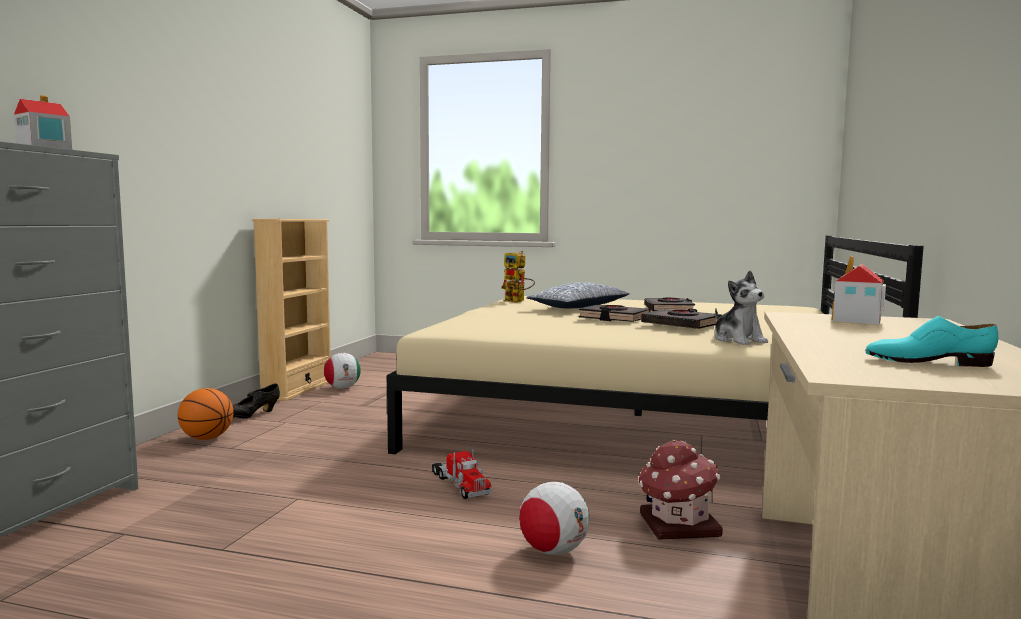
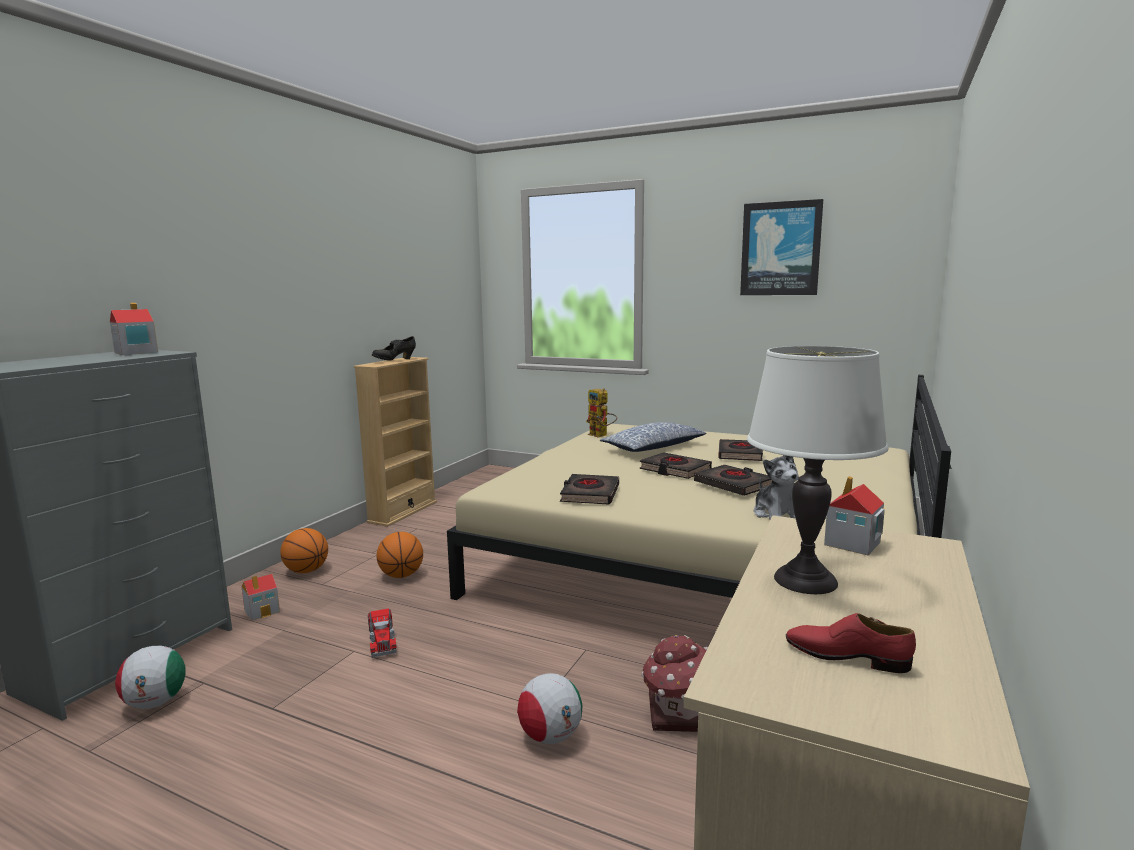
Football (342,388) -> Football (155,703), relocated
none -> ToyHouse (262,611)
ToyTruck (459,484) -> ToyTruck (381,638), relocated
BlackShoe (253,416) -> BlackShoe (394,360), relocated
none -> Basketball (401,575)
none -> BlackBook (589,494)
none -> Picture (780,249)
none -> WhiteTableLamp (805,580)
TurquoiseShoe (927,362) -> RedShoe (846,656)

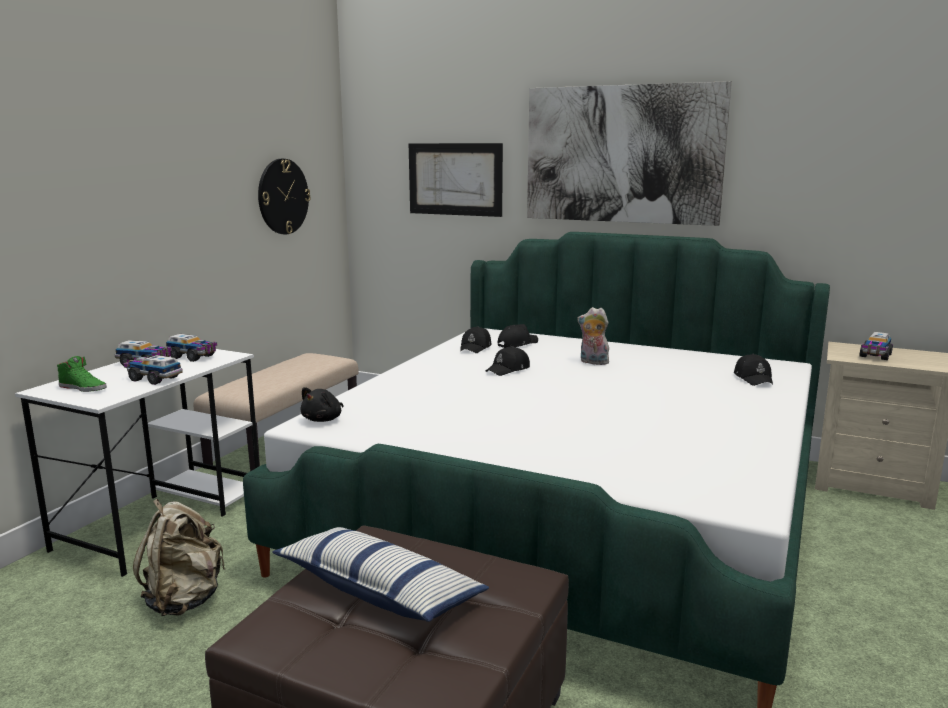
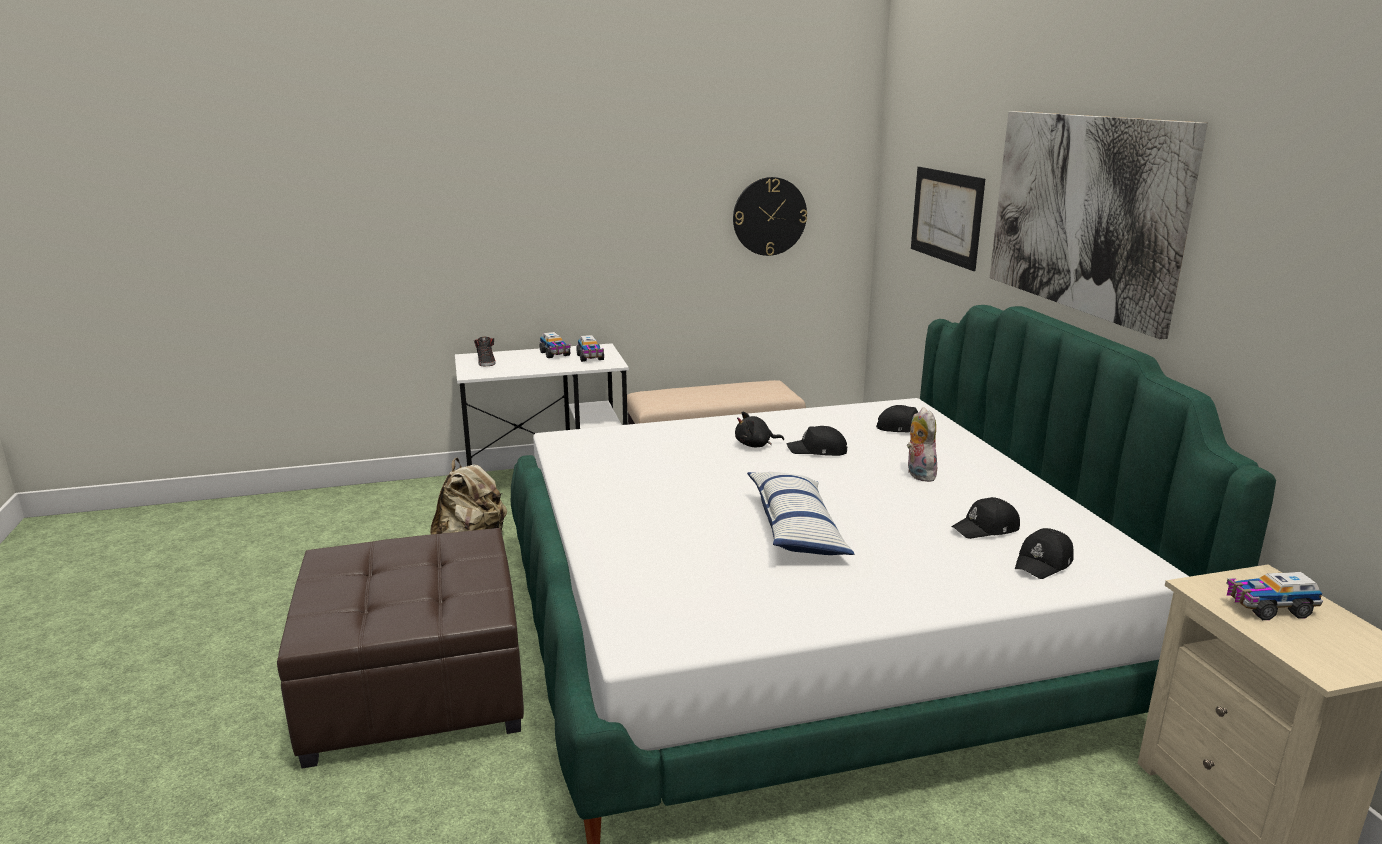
GreenShoe (83,388) -> BlackShoe (486,362)
BlackPlushToy (323,419) -> BlackPlushToy (755,445), relocated
Pillow (380,591) -> Pillow (796,528), relocated
BlackCap (476,348) -> BlackCap (986,529), relocated
ToyTruck (153,378) -> none

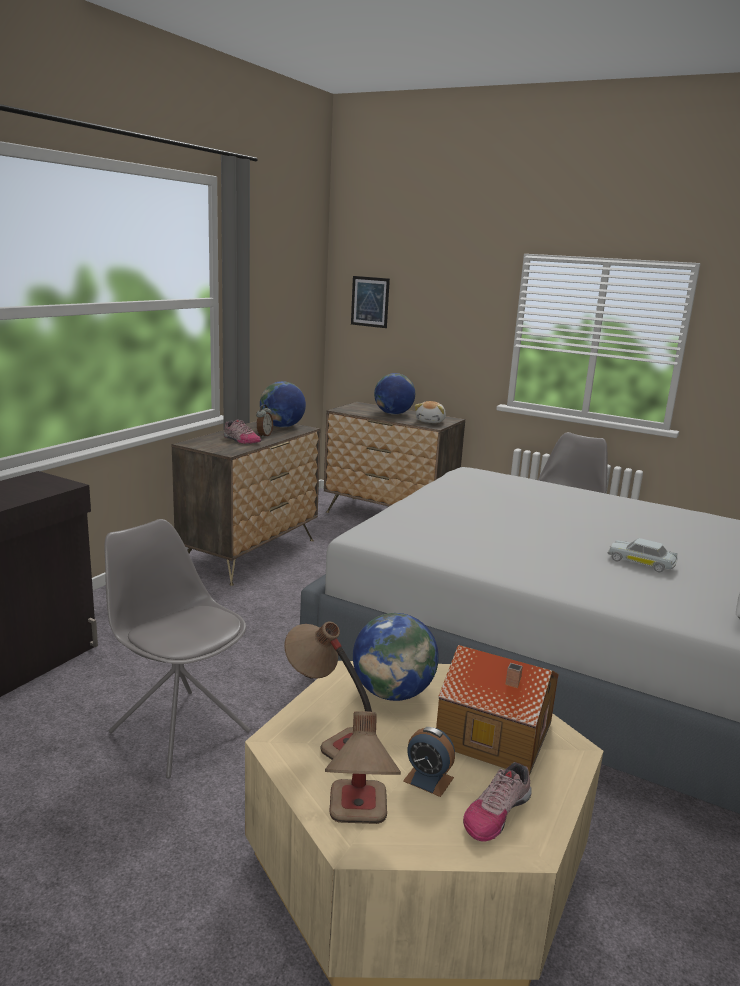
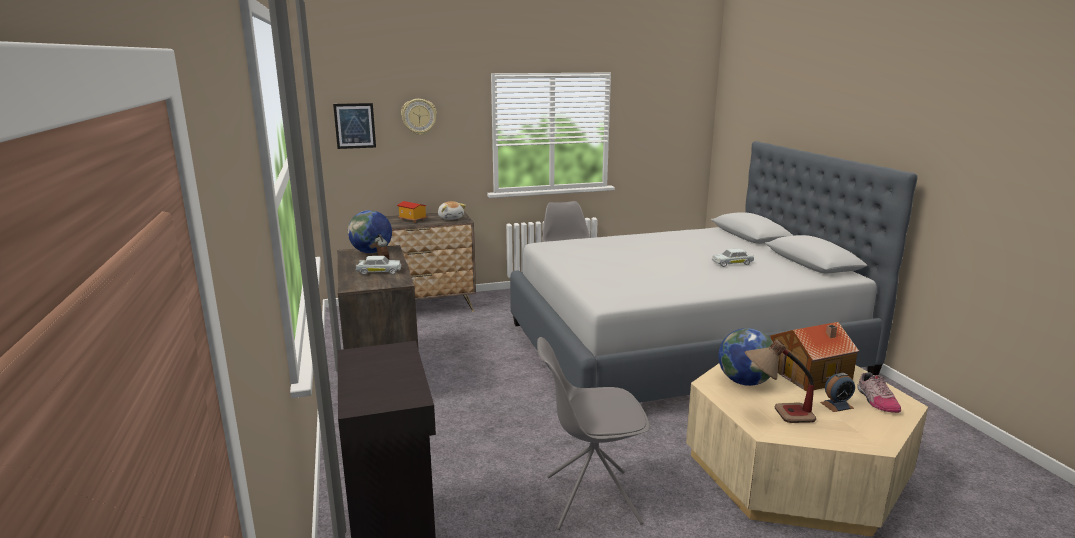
Shoe (241,440) -> WhiteToyCar (379,272)
Globe (393,414) -> ToyHouse (412,220)
none -> WallClock (419,116)
TableLamp (358,829) -> none

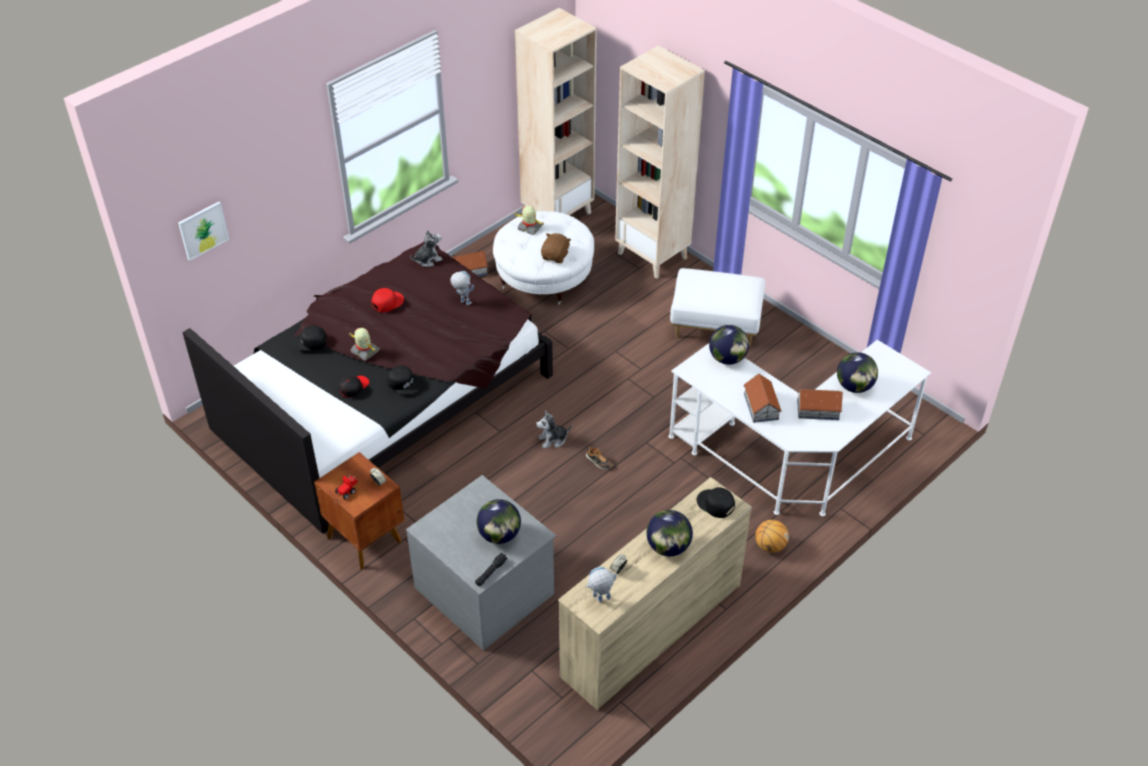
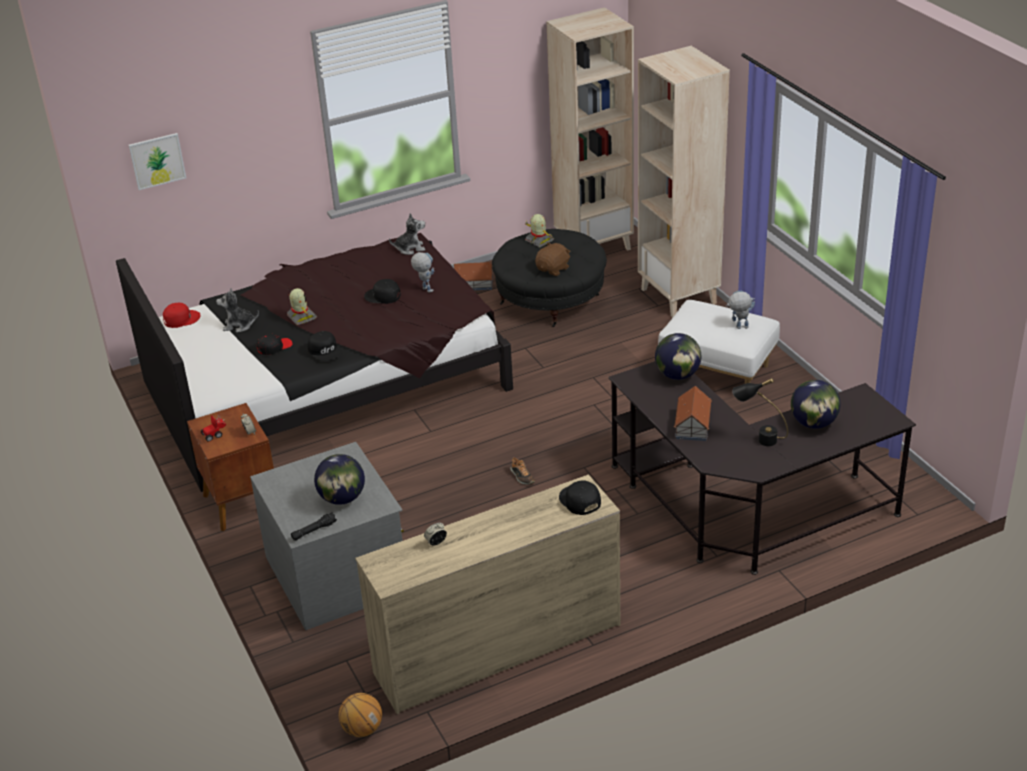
RedCap (387,302) -> RedCap (181,319), relocated
PlushToy (553,439) -> PlushToy (239,325), relocated
Basketball (770,546) -> Basketball (362,729), relocated
BlackCap (310,342) -> BlackCap (382,296), relocated
WhiteOttoman (544,277) -> BlackOttoman (550,299)
WhiteDesk (792,458) -> BlackDesk (745,510)
ToyRobot (600,601) -> ToyRobot (738,328), relocated
ToyHouse (818,409) -> BlackTableLamp (758,439)
Globe (668,547) -> none

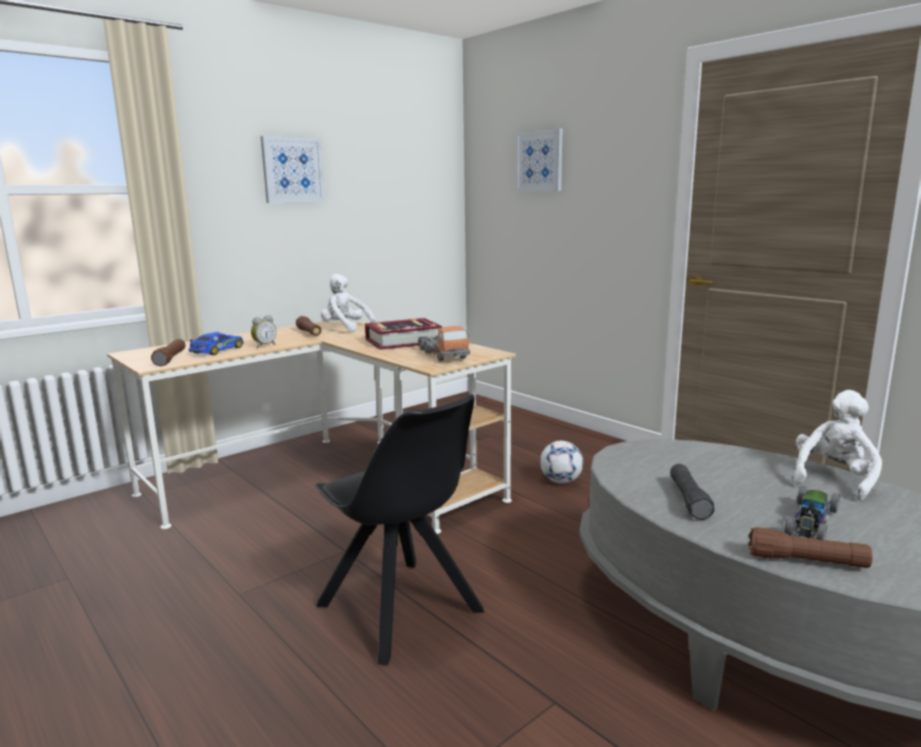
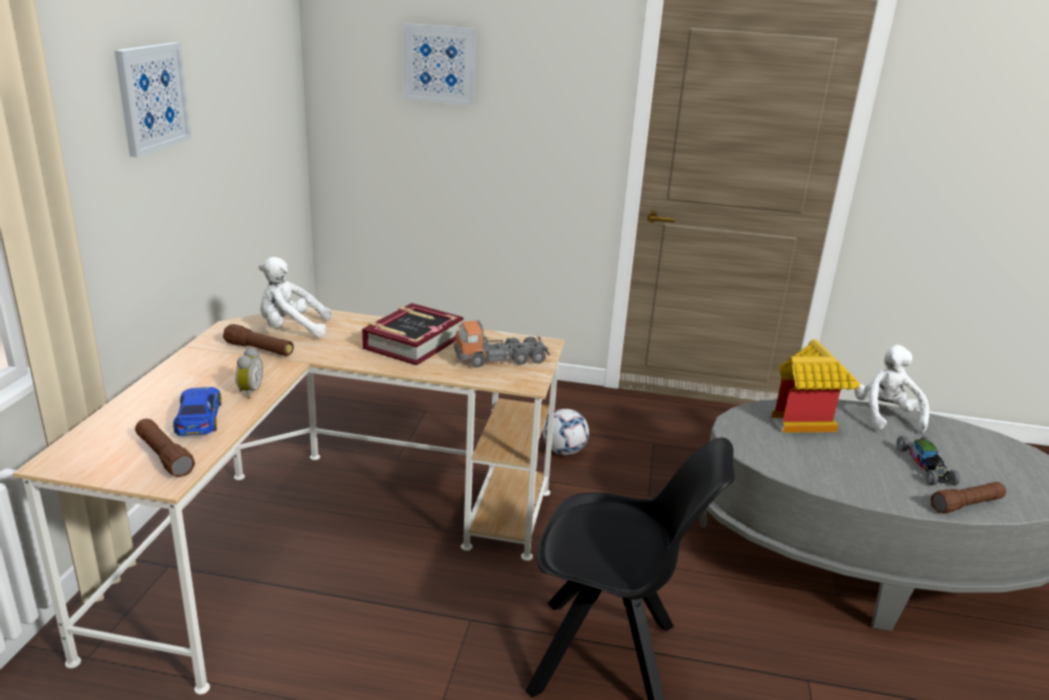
ToyTruck (443,355) -> ToyTruck (501,359), 135 degrees clockwise
none -> ToyHouse (806,422)
BlackFlashlight (688,500) -> none

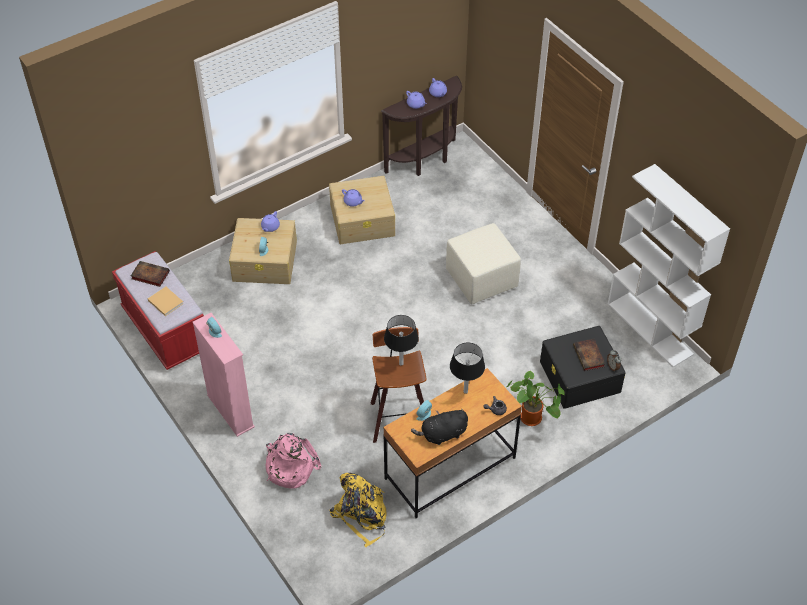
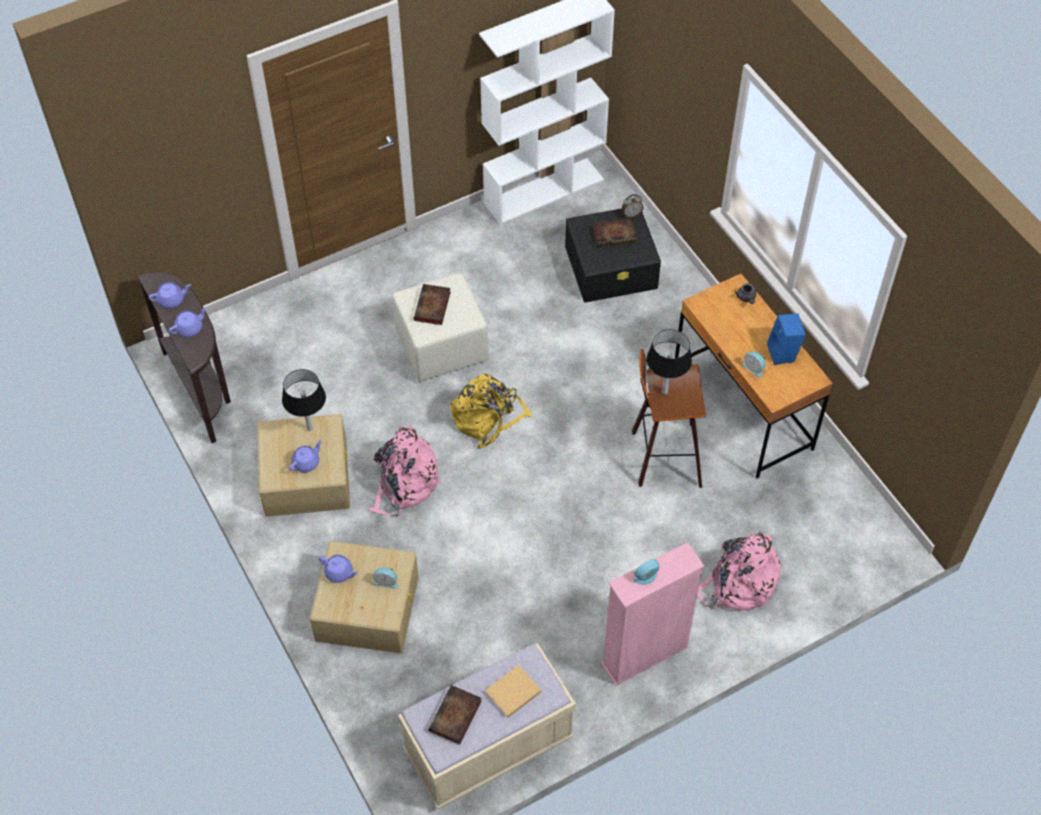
BlackTableLamp (465,392) -> BlackTableLamp (309,428), relocated
none -> PinkBackpack (404,484)
RedBench (165,330) -> BeigeBench (488,746)
none -> Book (432,307)
YellowBackpack (362,515) -> YellowBackpack (488,418), relocated
BlackPlushToy (442,434) -> BlueSpeaker (783,353)
PottedPlant (533,418) -> none

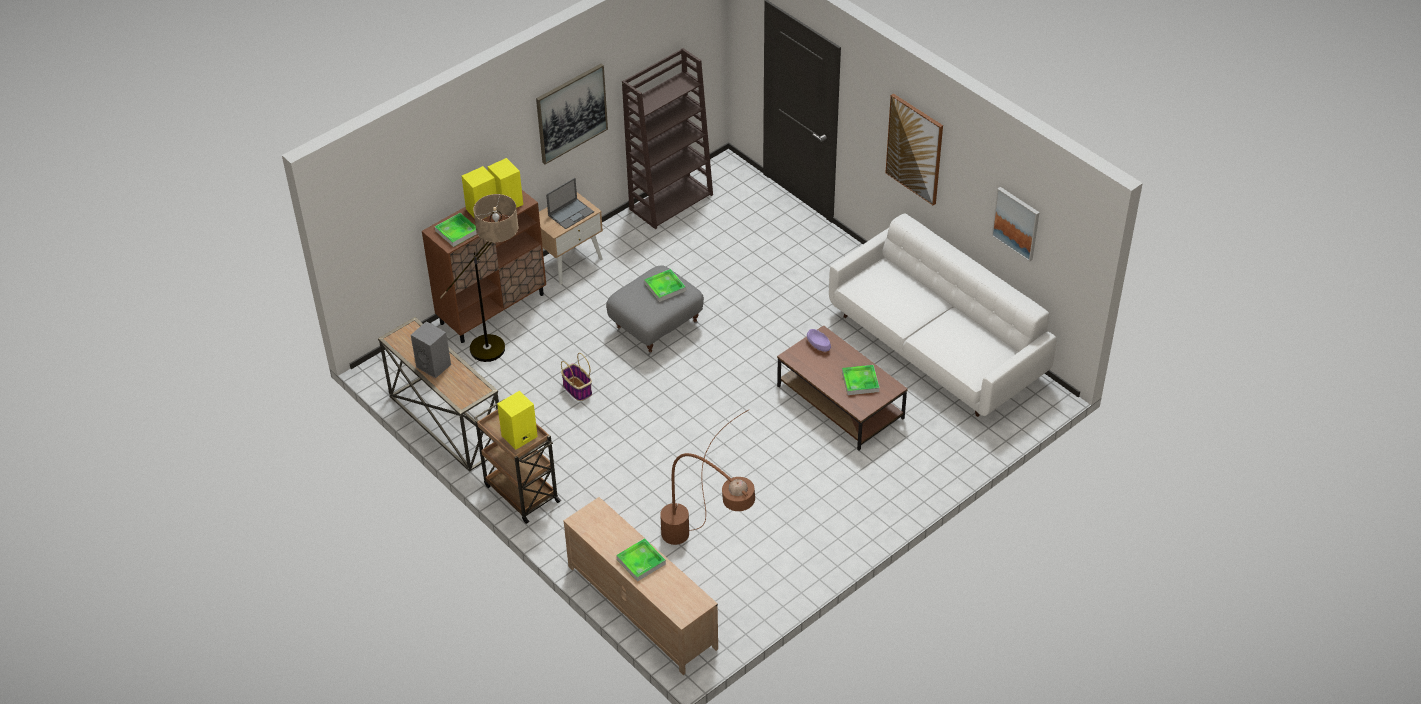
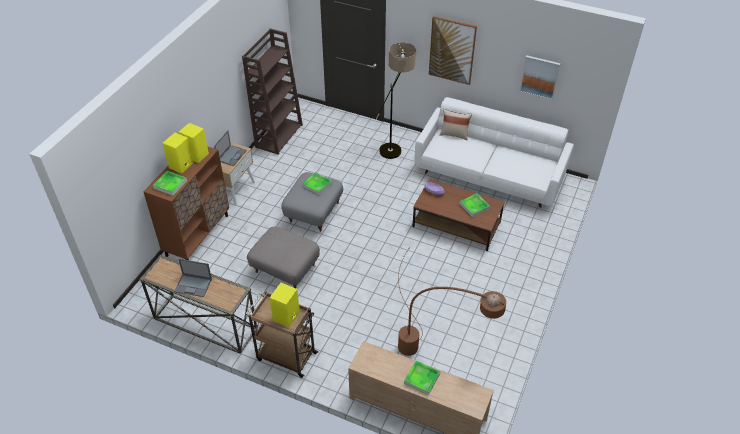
GreySpeaker (434,366) -> Laptop (193,285)
Basket (577,389) -> GreyOttoman (284,270)
FloorLamp (500,343) -> FloorLamp (395,146), relocated
none -> BeigePillow (454,134)
Picture (571,113) -> none

